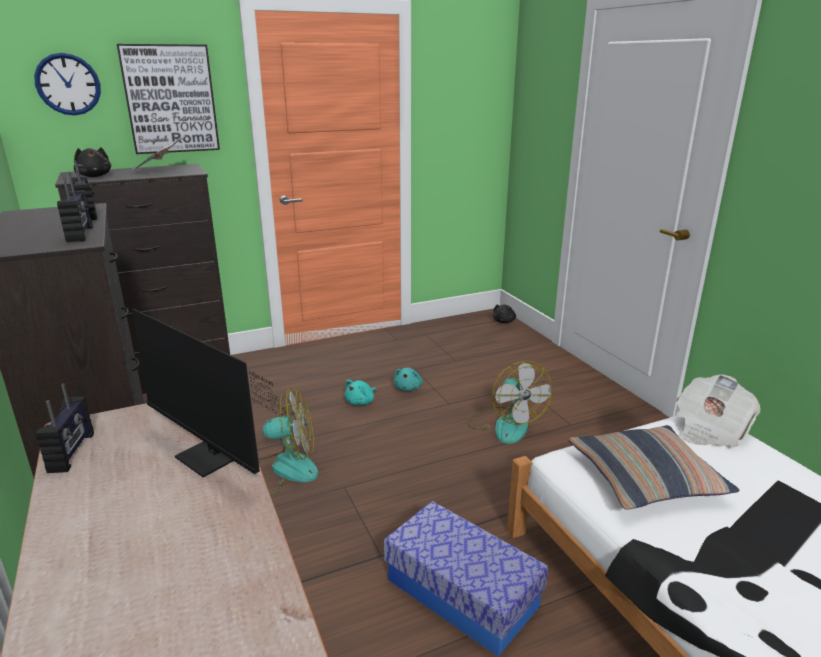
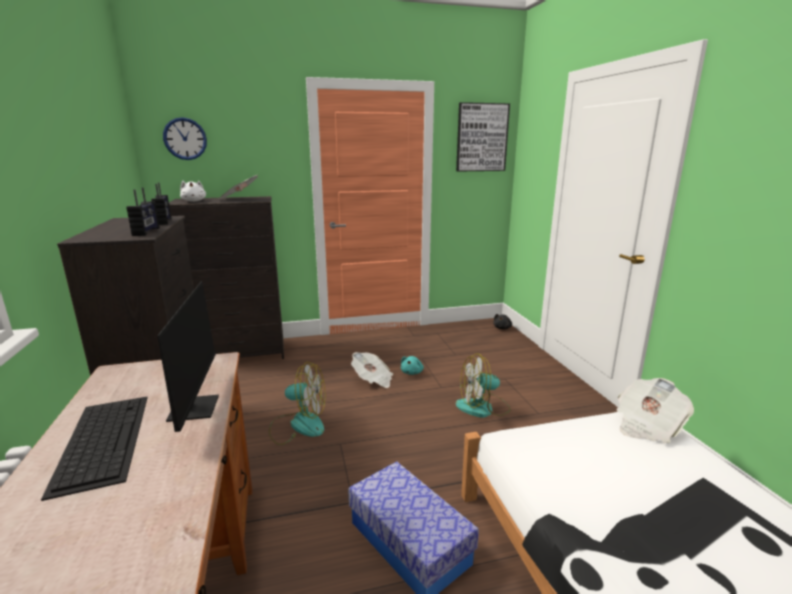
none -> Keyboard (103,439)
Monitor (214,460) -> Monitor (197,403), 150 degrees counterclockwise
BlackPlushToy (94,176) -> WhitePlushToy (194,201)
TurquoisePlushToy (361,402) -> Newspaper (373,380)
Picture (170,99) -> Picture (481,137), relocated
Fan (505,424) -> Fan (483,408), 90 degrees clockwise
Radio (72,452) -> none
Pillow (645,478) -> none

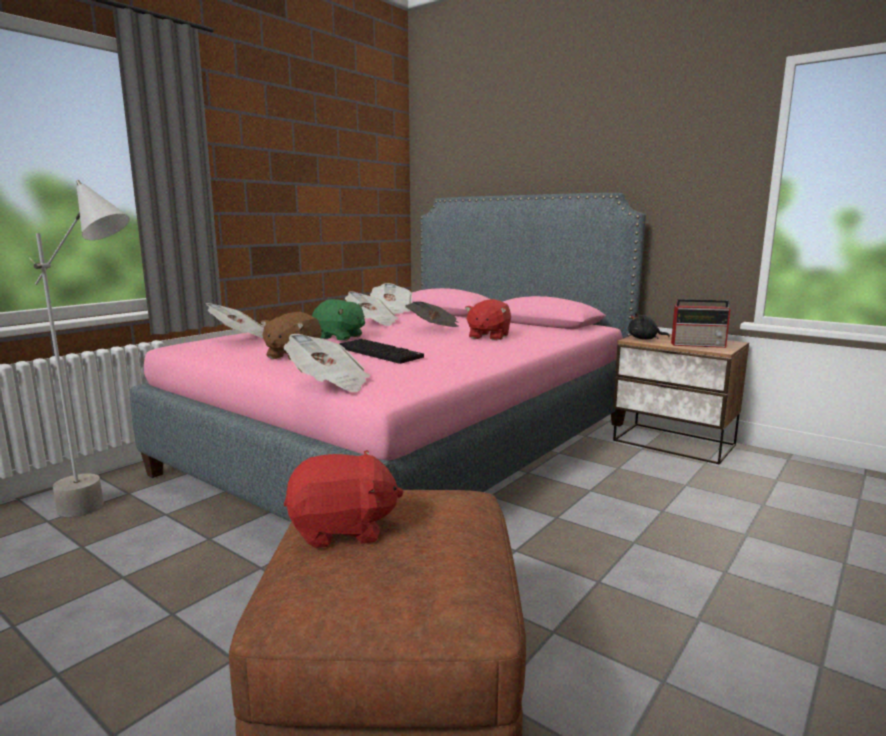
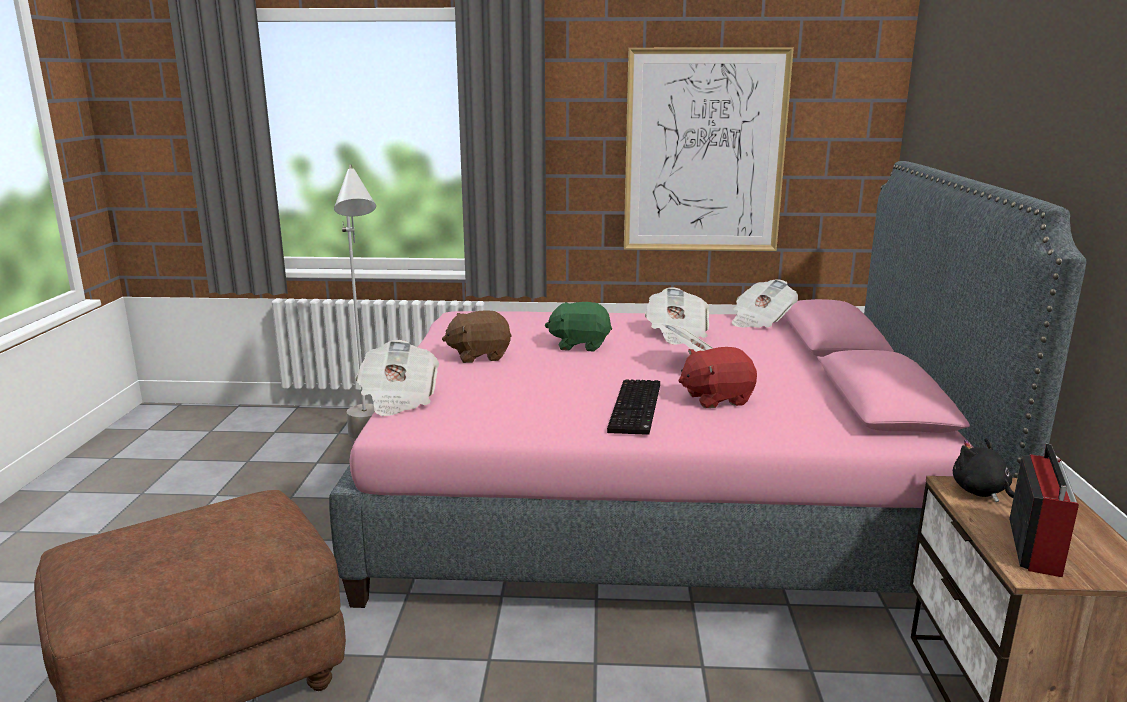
GreenPlushToy (339,337) -> GreenPlushToy (580,345), 105 degrees clockwise
Keyboard (381,353) -> Keyboard (637,409), relocated
none -> Picture (704,152)
Radio (699,345) -> Radio (1035,545), 135 degrees counterclockwise
Newspaper (241,338) -> none
RedPlushToy (342,530) -> none

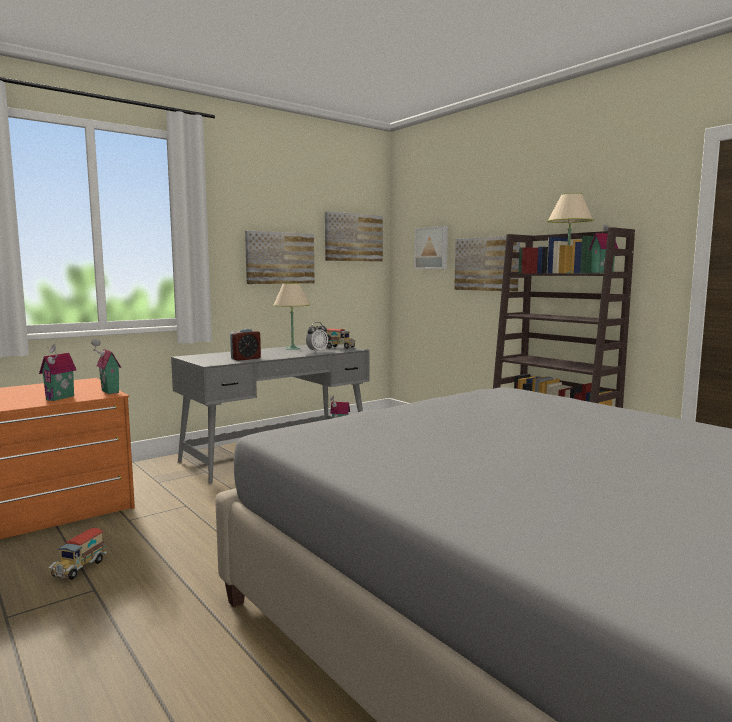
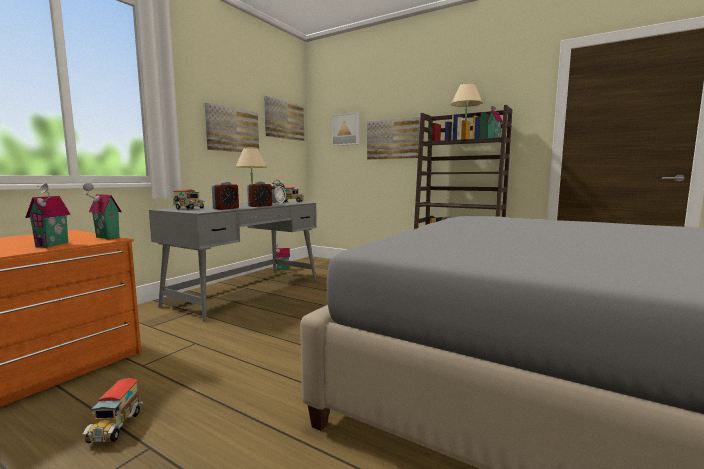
none -> ToyTruck (188,209)
none -> AlarmClock (260,206)

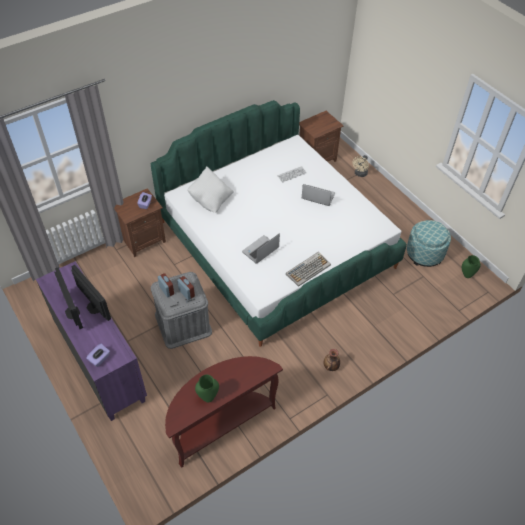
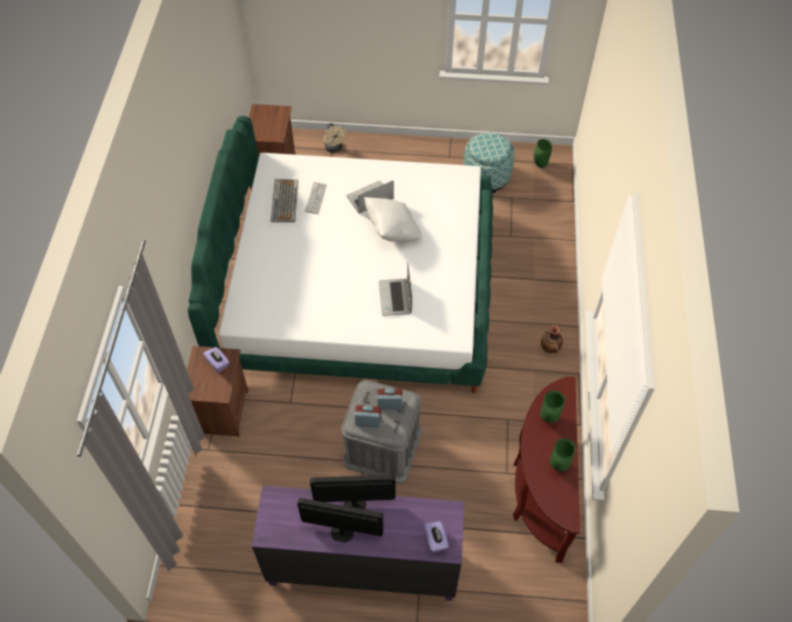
Keyboard (308,269) -> Keyboard (284,201), relocated
WhitePillow (211,200) -> WhitePillow (392,231), relocated
none -> GreenVase (549,418)

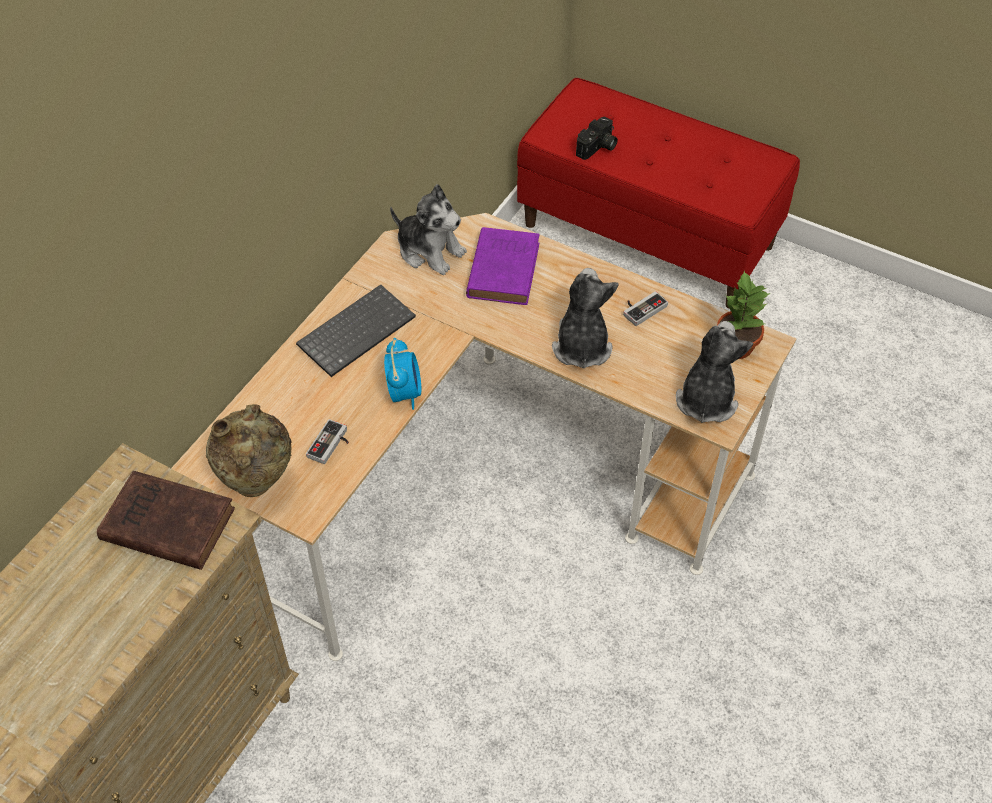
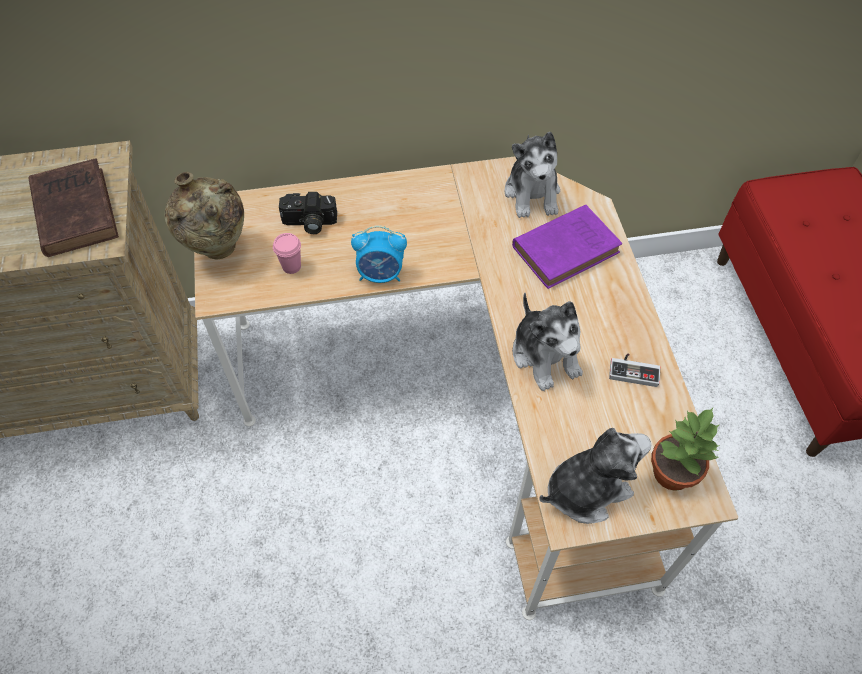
GameController (331,445) -> PinkCup (291,266)
PhotoCamera (598,148) -> PhotoCamera (309,223), relocated
AlarmClock (404,393) -> AlarmClock (381,274), 45 degrees clockwise
PlushToy (581,346) -> PlushToy (545,355), 105 degrees clockwise
Keyboard (356,330) -> none

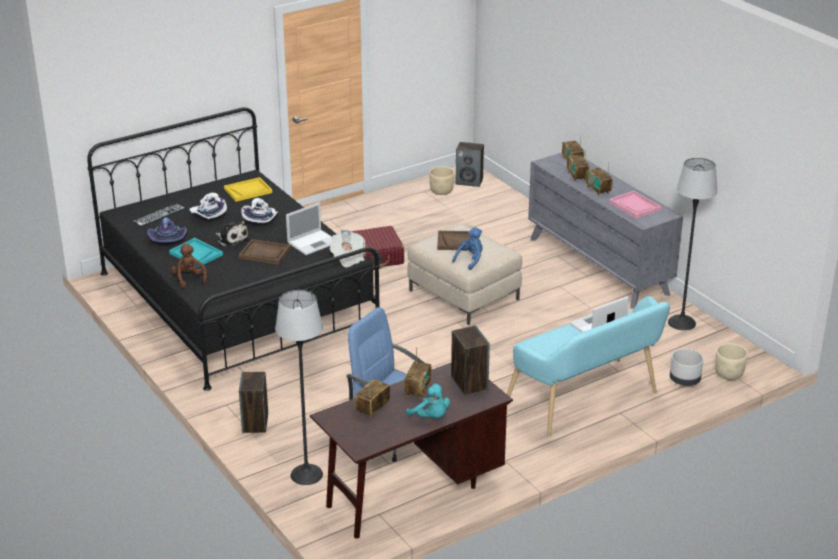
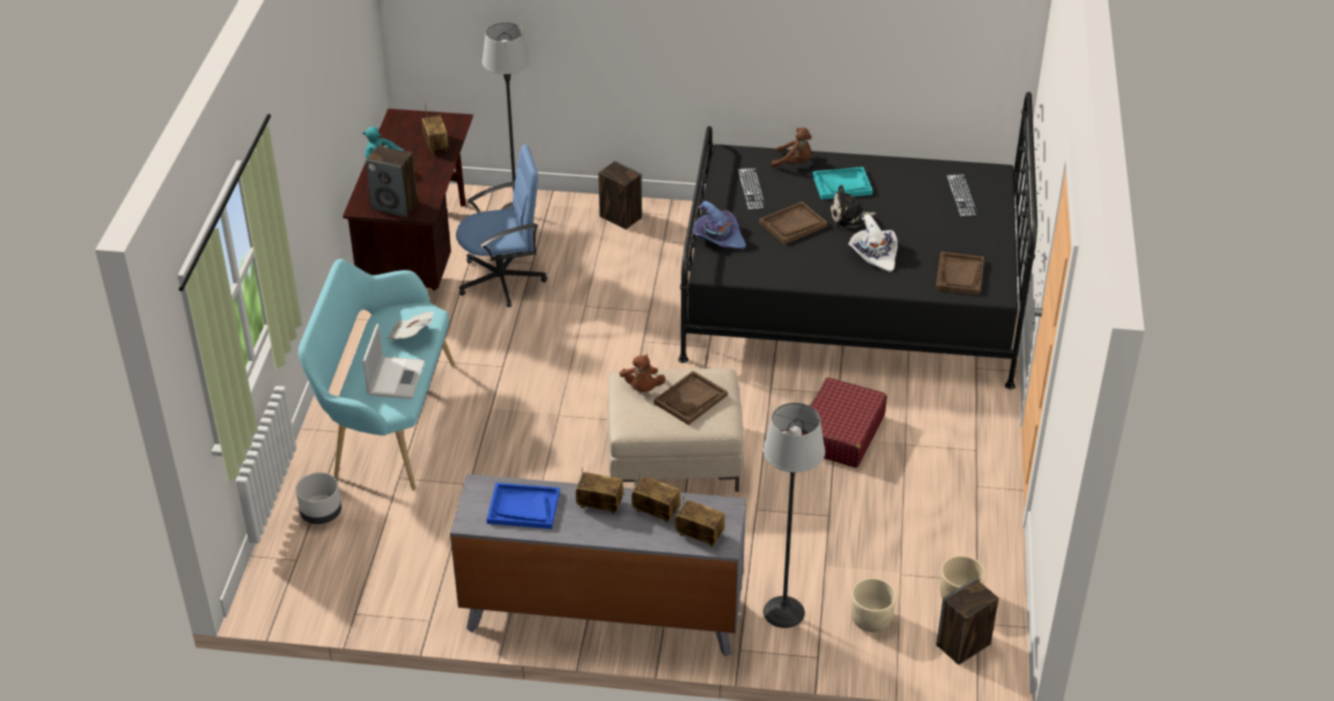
Newspaper (348,257) -> Newspaper (411,336), relocated
PinkTray (635,206) -> BlueTray (523,508)
BluePlushToy (470,260) -> BrownPlushToy (642,388)
PurpleHat (168,239) -> PurpleHat (718,237), relocated
none -> Keyboard (751,189)
FloorLamp (682,323) -> FloorLamp (783,612), relocated
BeigePlanter (729,374) -> BeigePlanter (870,620), relocated
YellowTray (248,191) -> BrownTray (959,275)
WhiteHat (208,215) -> none
Laptop (313,242) -> none
Radio (417,389) -> none

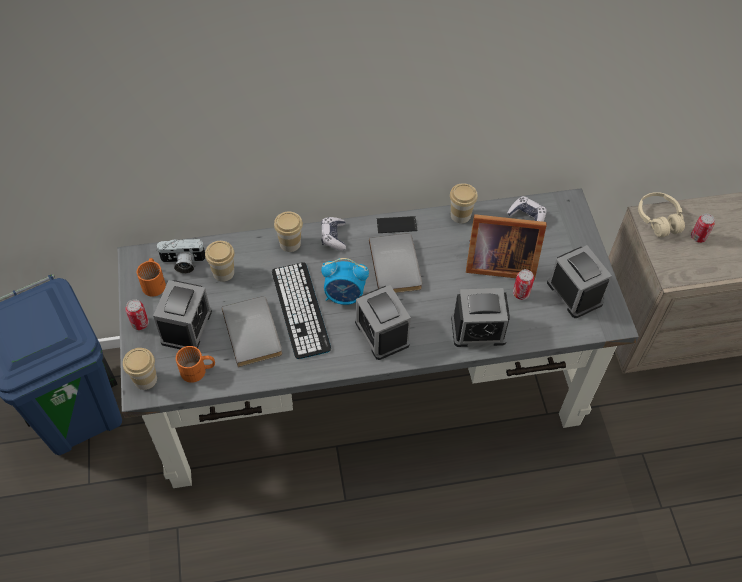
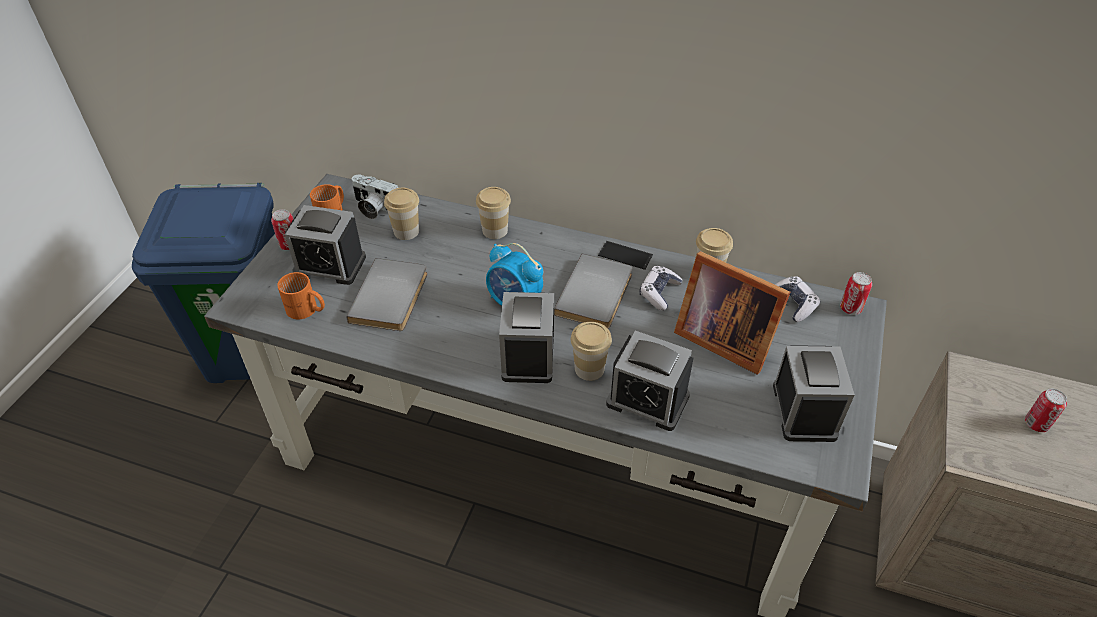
AlarmClock (186,327) -> AlarmClock (330,265), 60 degrees clockwise
Cup (145,379) -> Cup (589,369), relocated
GameController (333,237) -> GameController (659,292), relocated
Can (521,293) -> Can (850,308), relocated
Keyboard (300,310) -> none
BeigeHeadphones (658,219) -> none

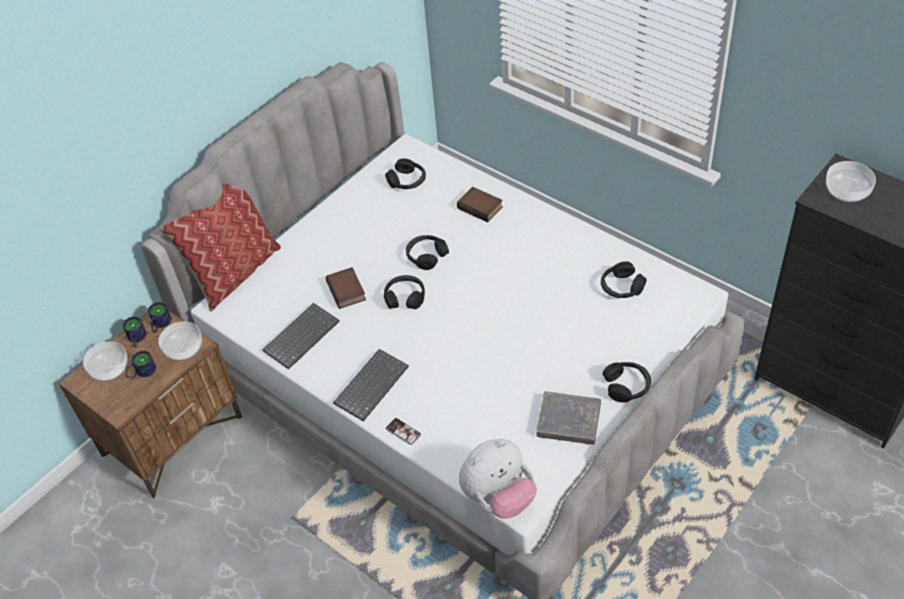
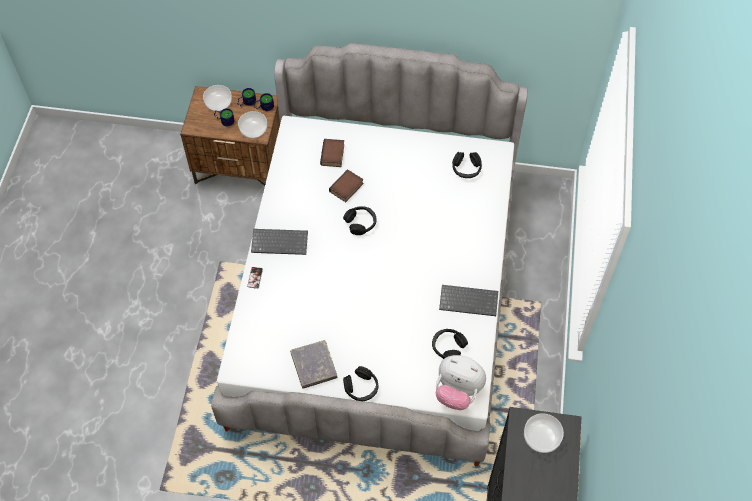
Book (481,207) -> Book (333,155), relocated
PlushToy (498,497) -> PlushToy (457,391), relocated
Keyboard (301,335) -> Keyboard (469,300), relocated
Pillow (234,272) -> none
BlackHeadphones (426,256) -> none

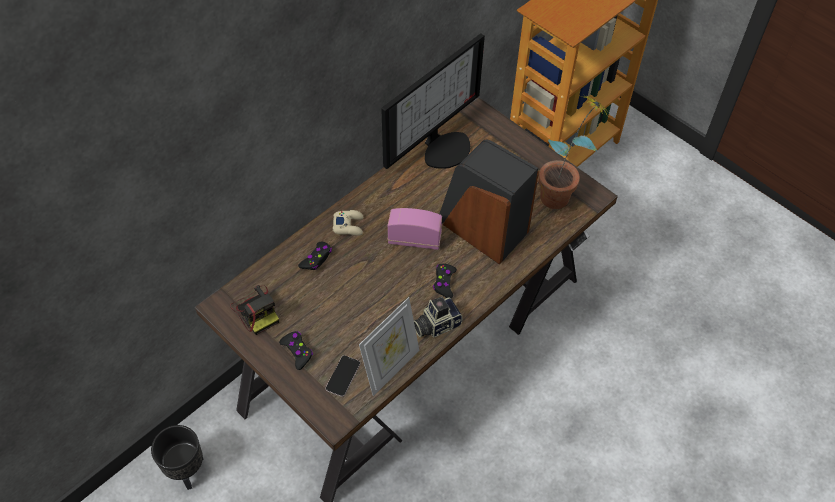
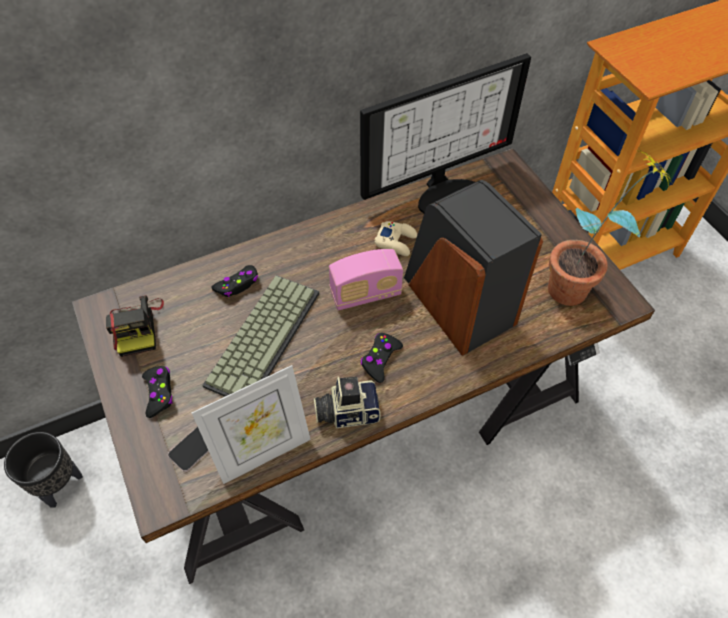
none -> Keyboard (262,336)
Radio (414,240) -> Radio (365,294), 135 degrees clockwise
BeigeGameController (348,225) -> BeigeGameController (396,241), relocated

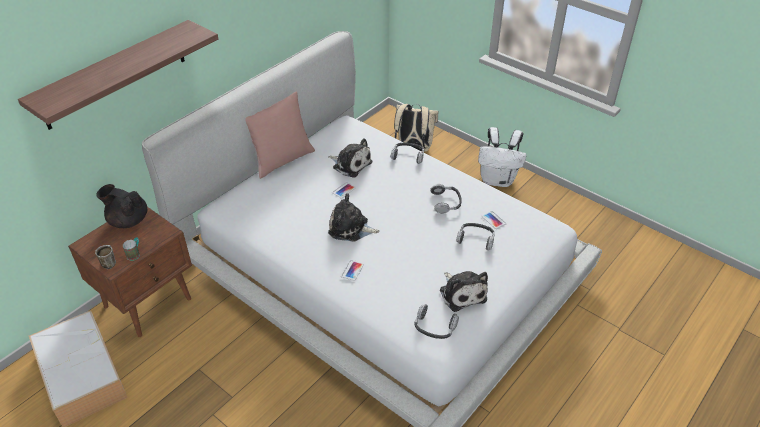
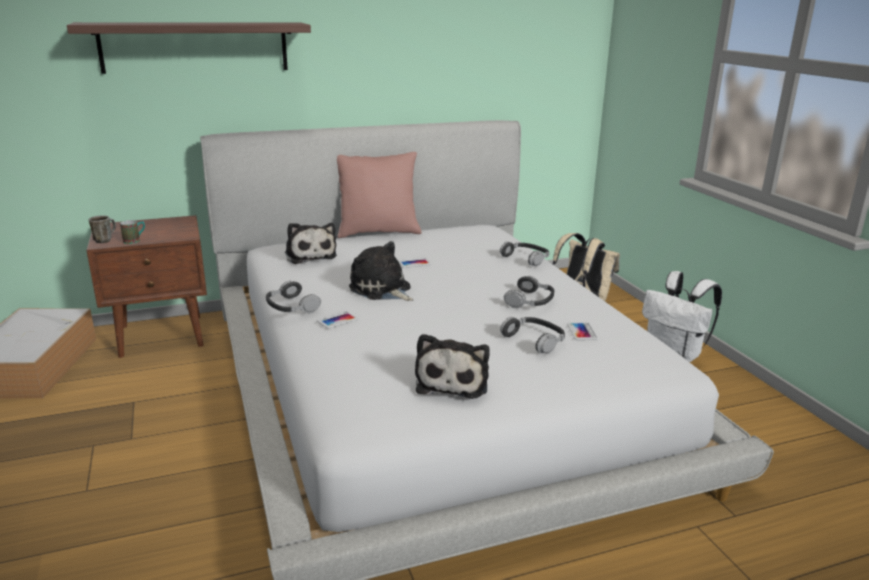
Headphones (434,327) -> Headphones (291,307), relocated
PlushToy (350,164) -> PlushToy (310,255), relocated
BlackTeapot (128,220) -> none

